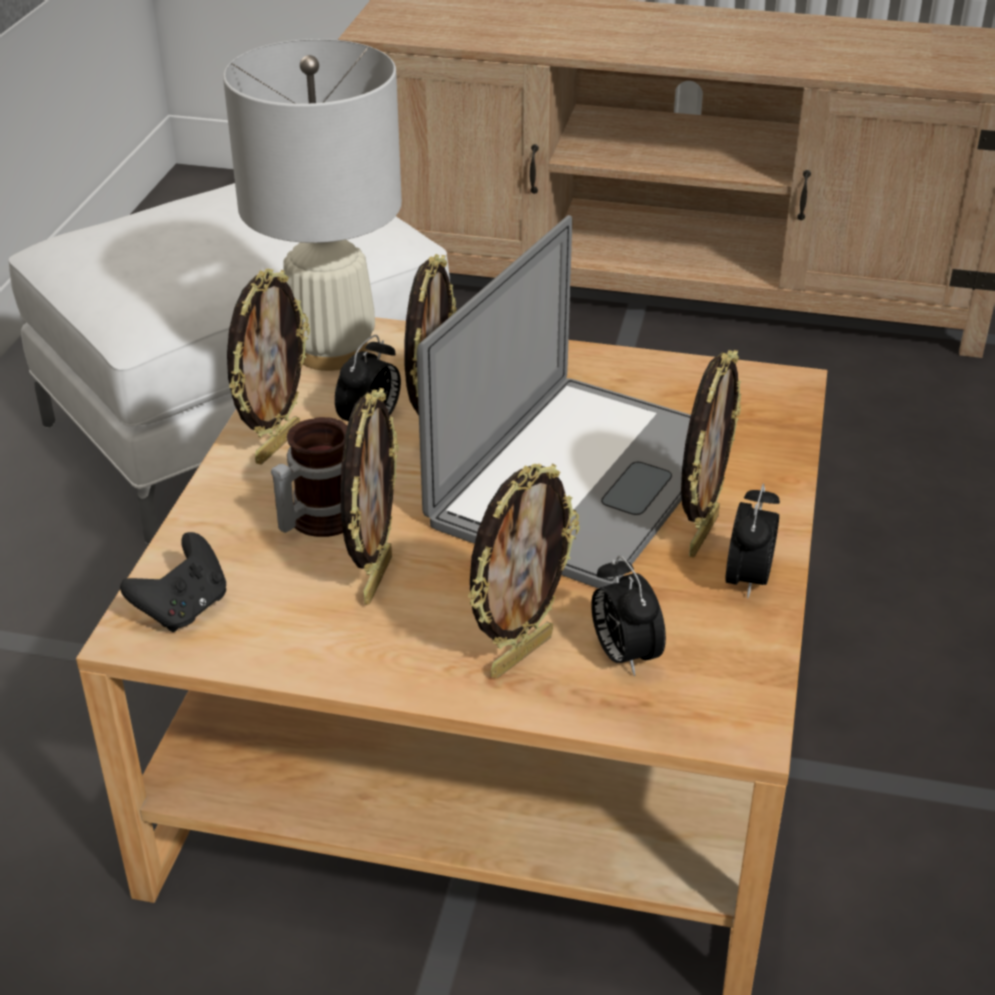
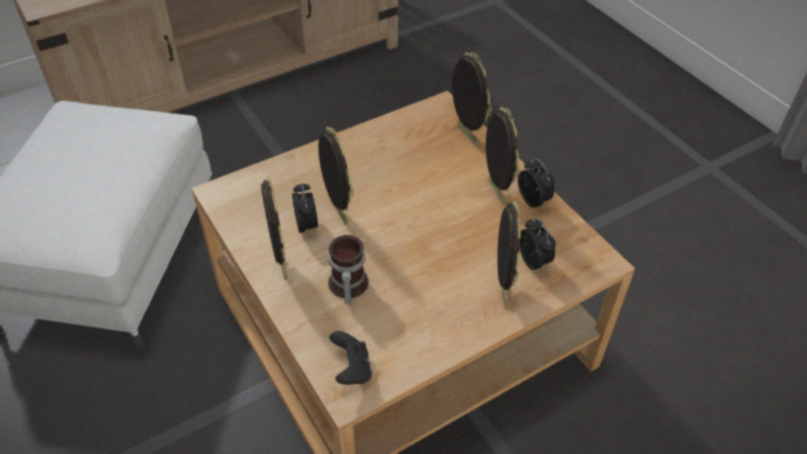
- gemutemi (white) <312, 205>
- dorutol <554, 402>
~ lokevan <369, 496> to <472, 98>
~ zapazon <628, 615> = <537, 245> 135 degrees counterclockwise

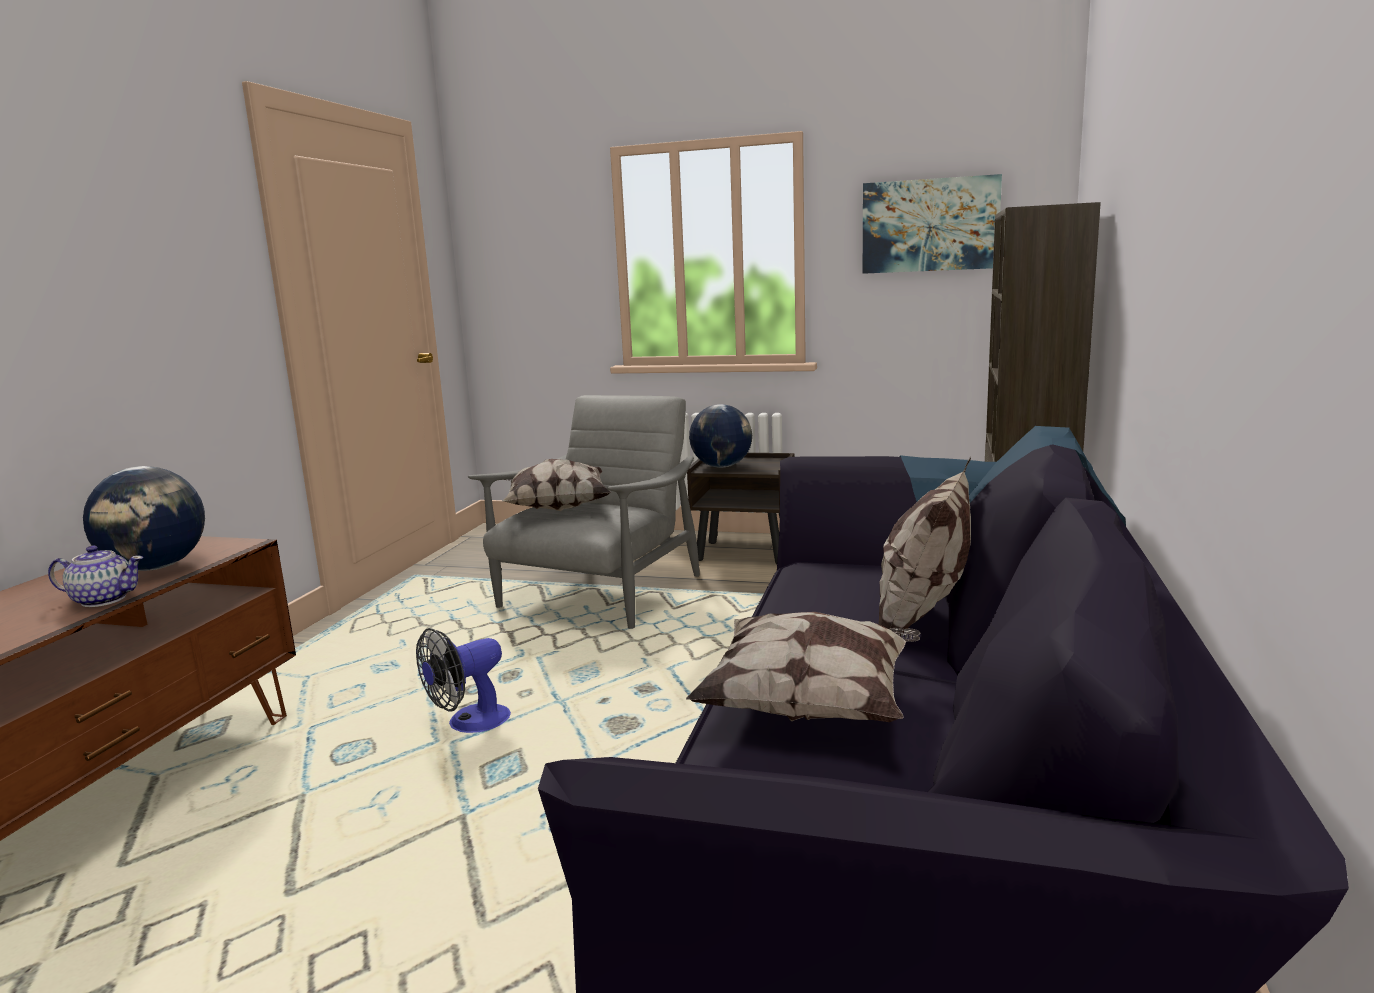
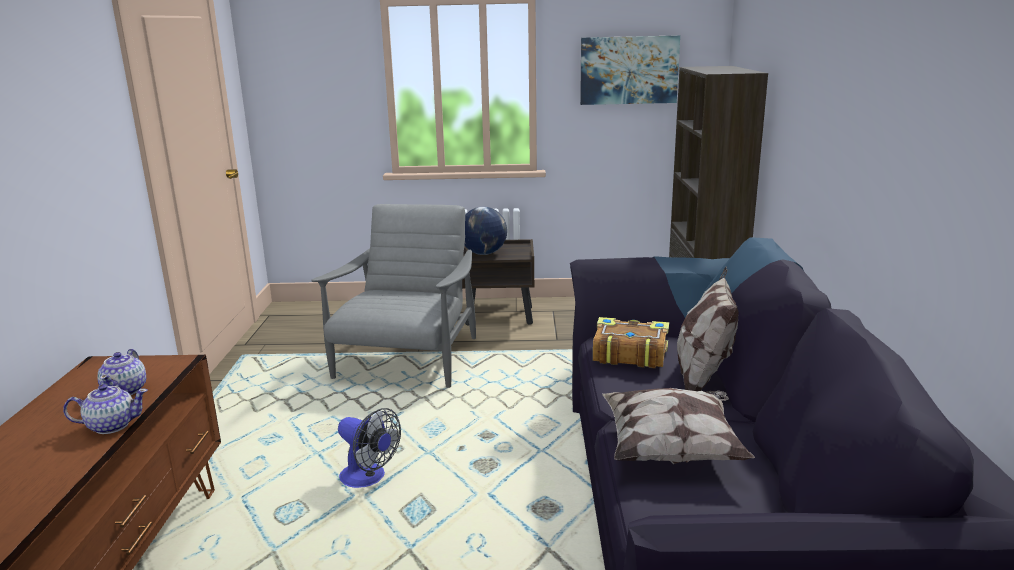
- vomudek <556, 485>
+ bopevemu <631, 342>
~ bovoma <144, 518> to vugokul <121, 372>
~ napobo <463, 680> = <369, 448> 90 degrees counterclockwise

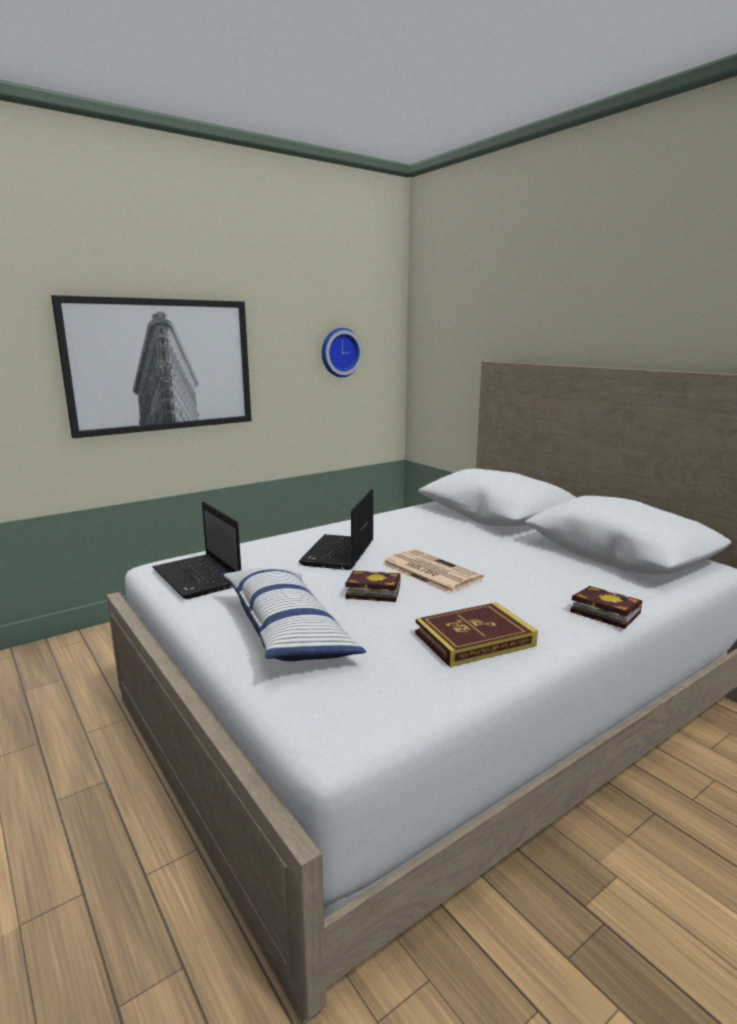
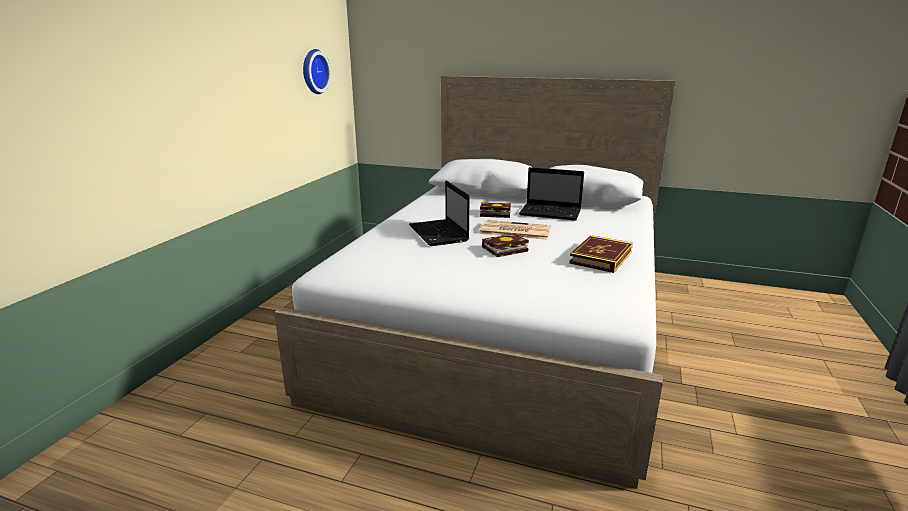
- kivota <151, 366>
- vomudek <293, 614>
~ dorutol <196, 550> to <551, 194>
~ bopevemu <606, 607> to <495, 210>

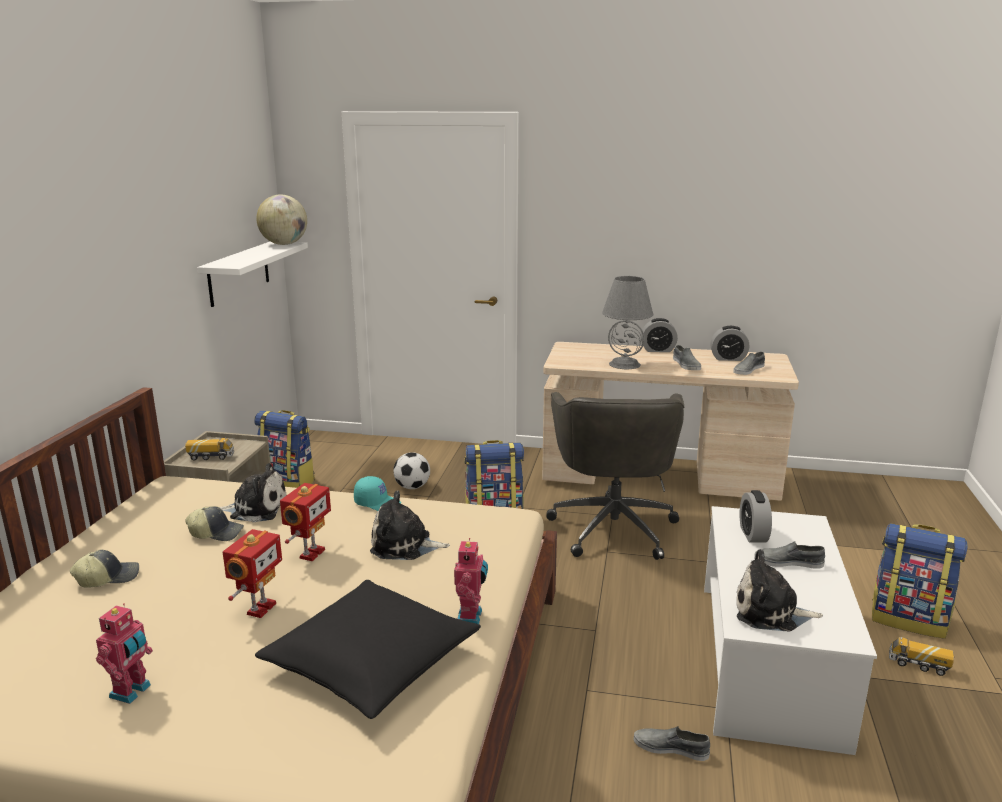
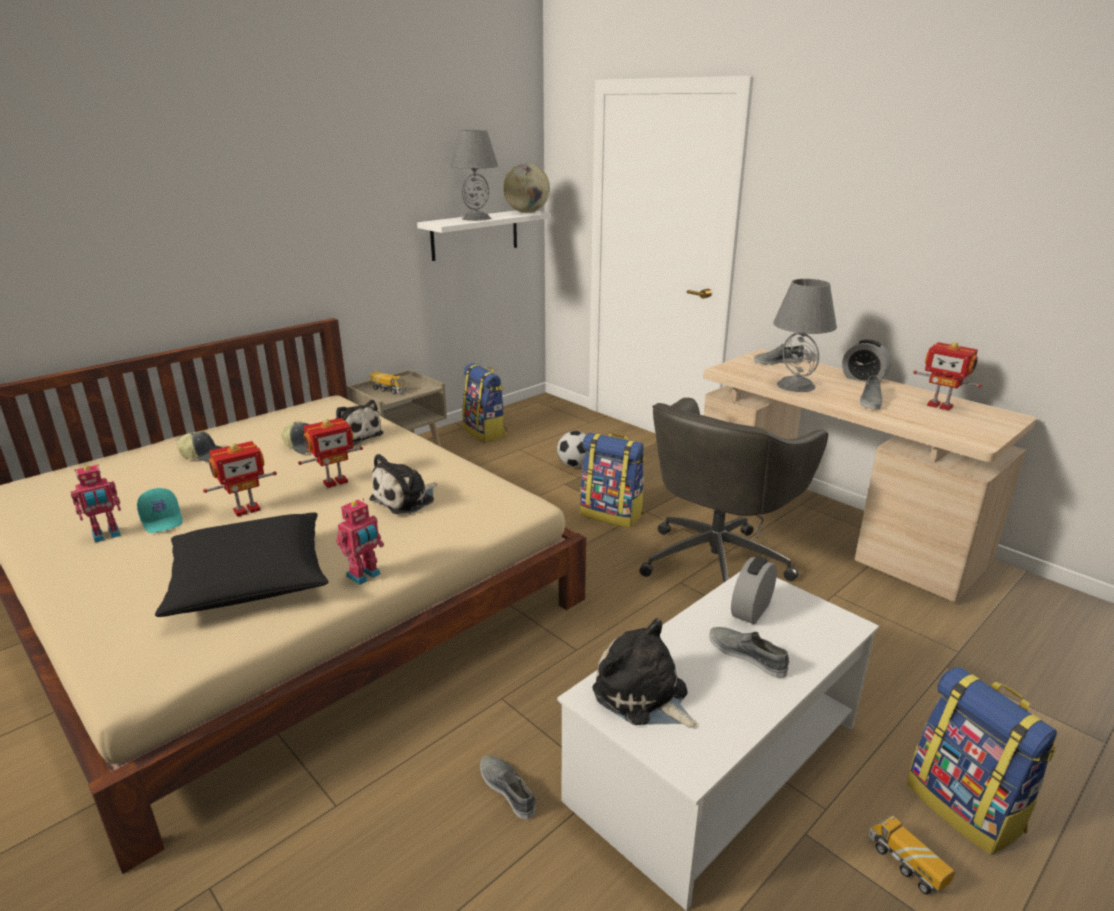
+ gemutemi (grey) <474, 175>
~ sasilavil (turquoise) <377, 493> to <160, 510>
~ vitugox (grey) <749, 363> to <779, 354>
~ zapazon <729, 343> to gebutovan <947, 376>
~ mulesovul <410, 525> = <403, 484> 90 degrees counterclockwise

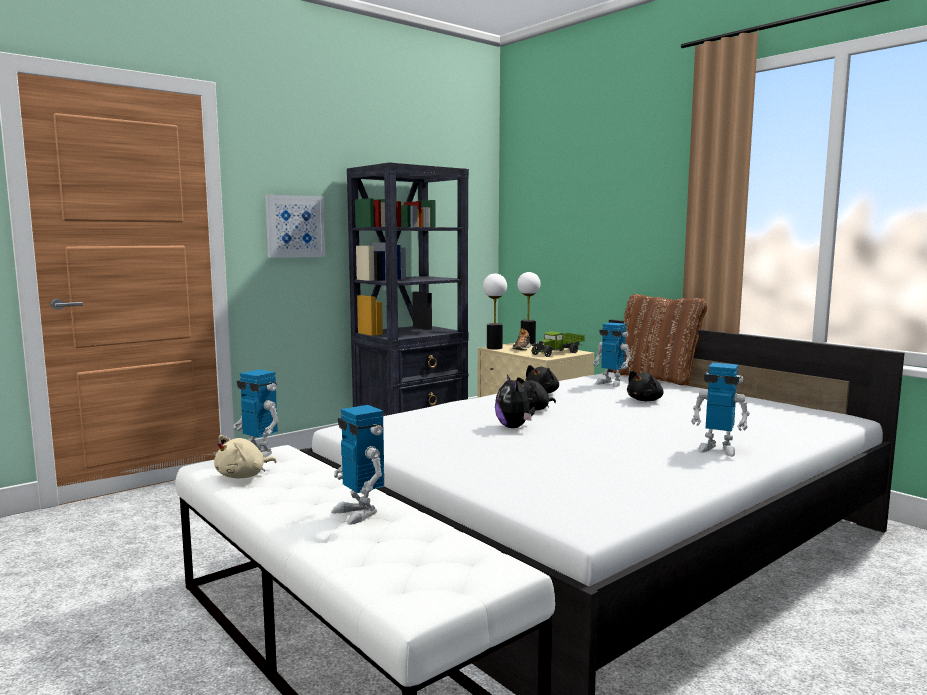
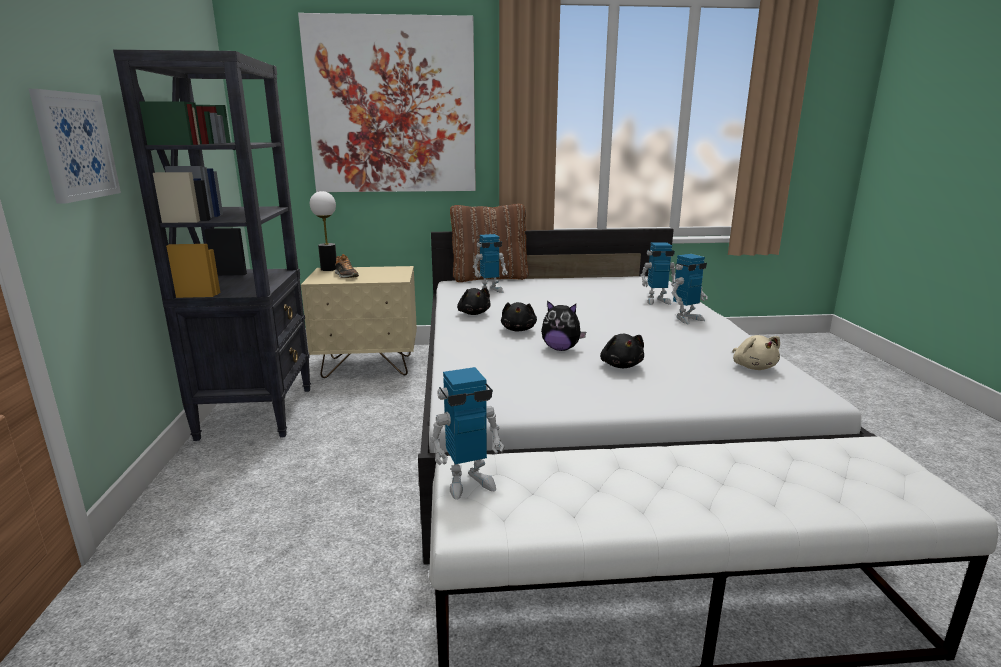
- gemutemi <495, 311>
- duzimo <558, 344>
+ kivota <387, 102>
~ mulesovul (beige) <245, 456> to <756, 352>
~ gebutovan <357, 465> to <658, 273>
~ mulesovul (black) <645, 385> to <622, 351>

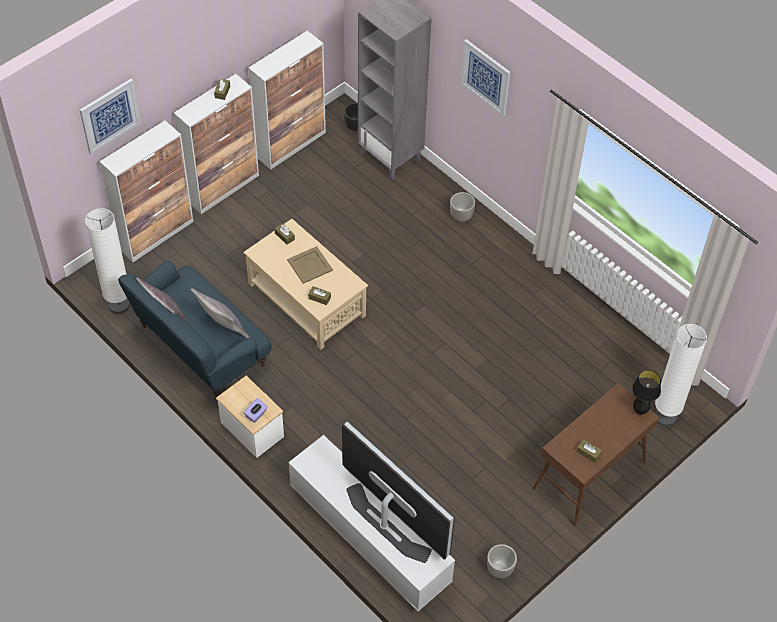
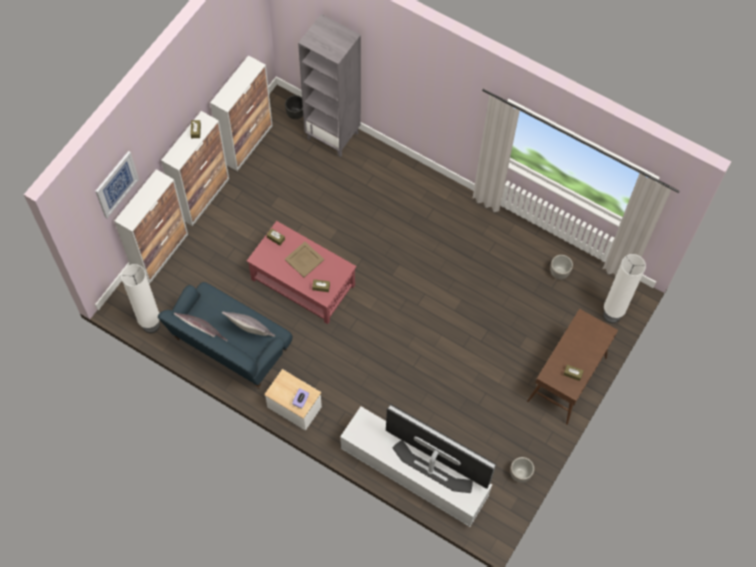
- kivota <485, 77>
- gemutemi (black) <646, 392>
~ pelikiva <462, 207> to <561, 267>
~ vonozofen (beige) <306, 284> to vonozofen (red) <302, 272>

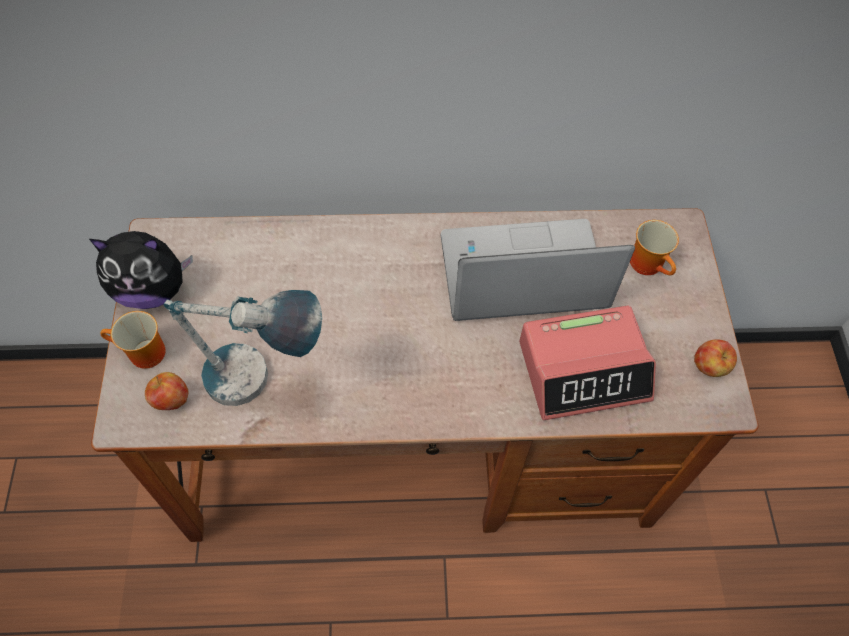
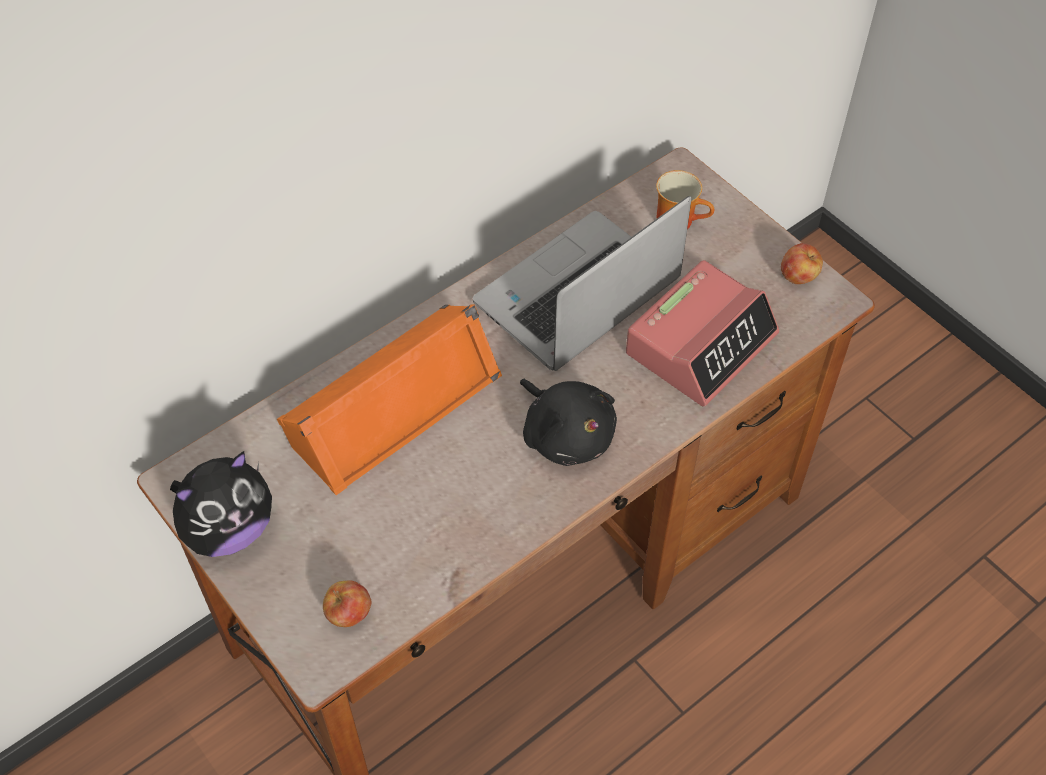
- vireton <133, 340>
- gemutemi <242, 348>
+ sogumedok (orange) <389, 400>
+ mulesovul (black) <568, 422>

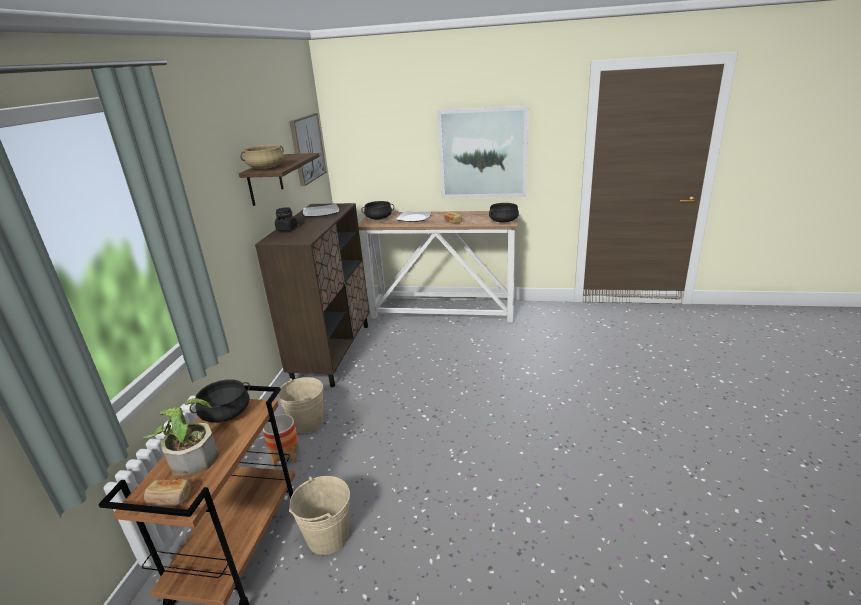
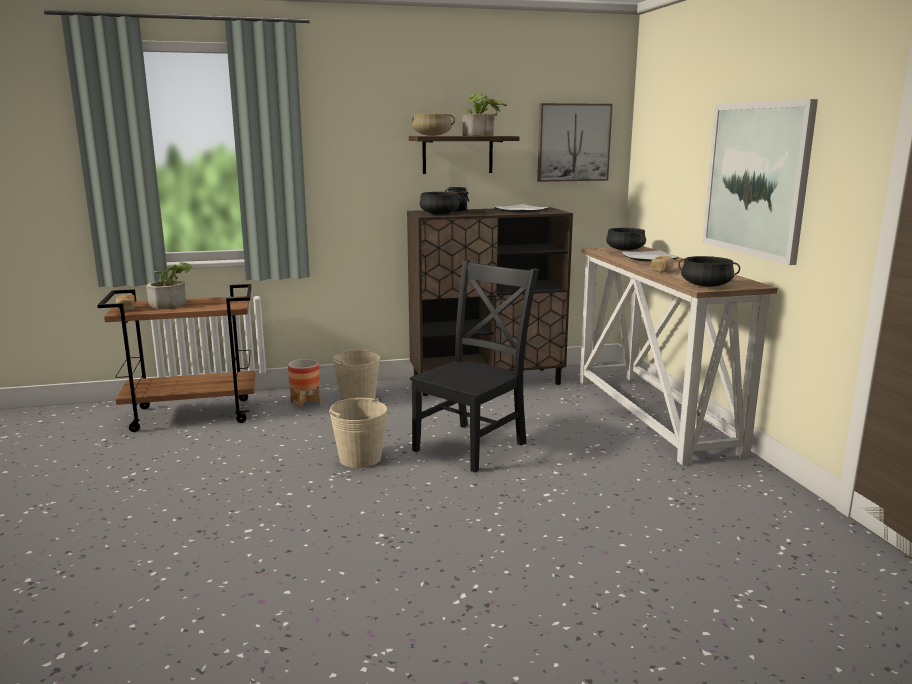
+ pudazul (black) <474, 366>
+ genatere <484, 115>
~ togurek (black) <219, 401> to <441, 203>
~ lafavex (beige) <319, 515> to <358, 433>

